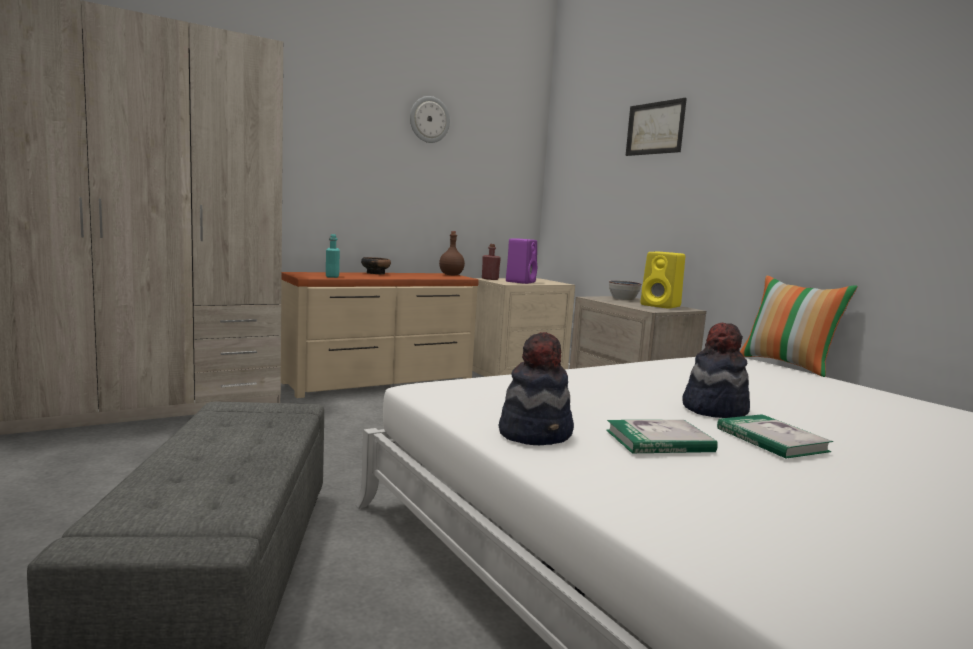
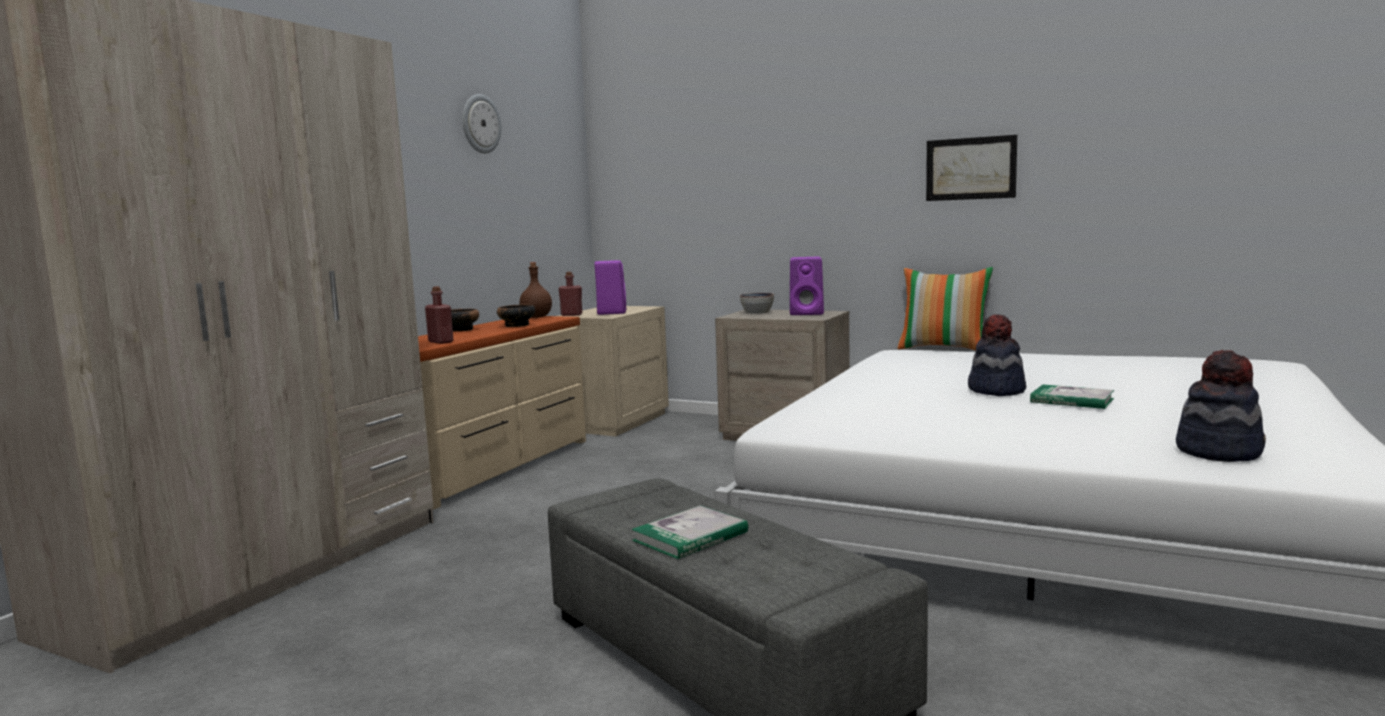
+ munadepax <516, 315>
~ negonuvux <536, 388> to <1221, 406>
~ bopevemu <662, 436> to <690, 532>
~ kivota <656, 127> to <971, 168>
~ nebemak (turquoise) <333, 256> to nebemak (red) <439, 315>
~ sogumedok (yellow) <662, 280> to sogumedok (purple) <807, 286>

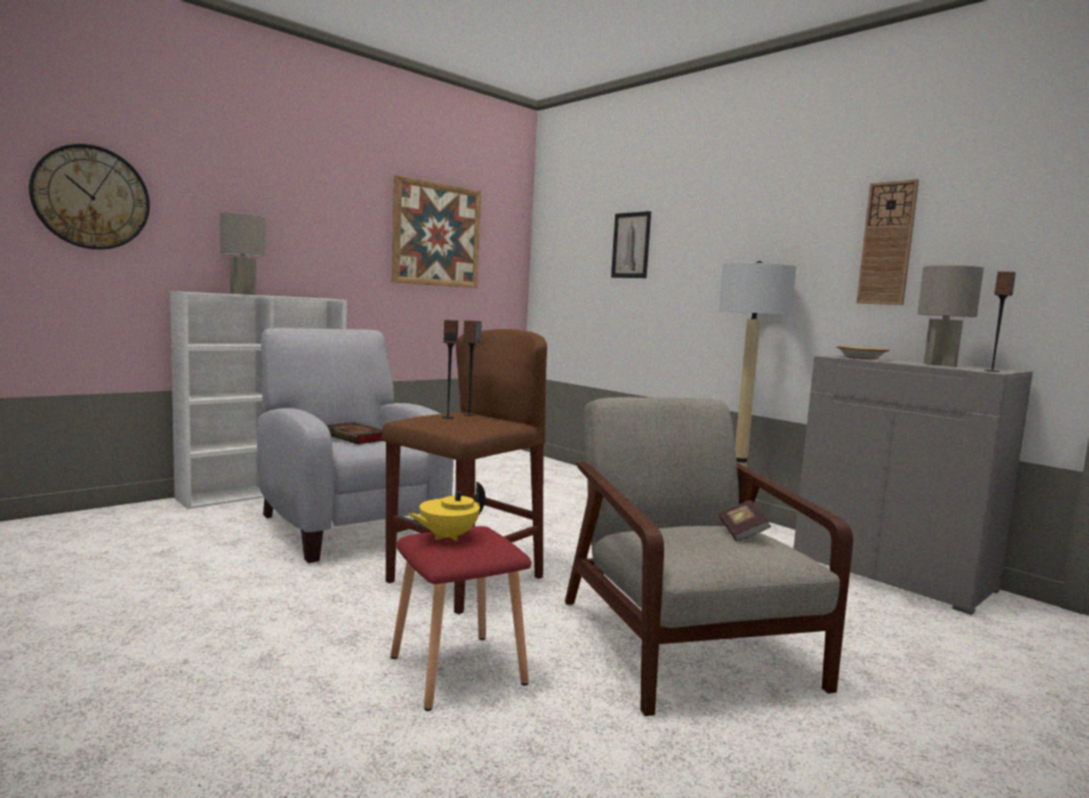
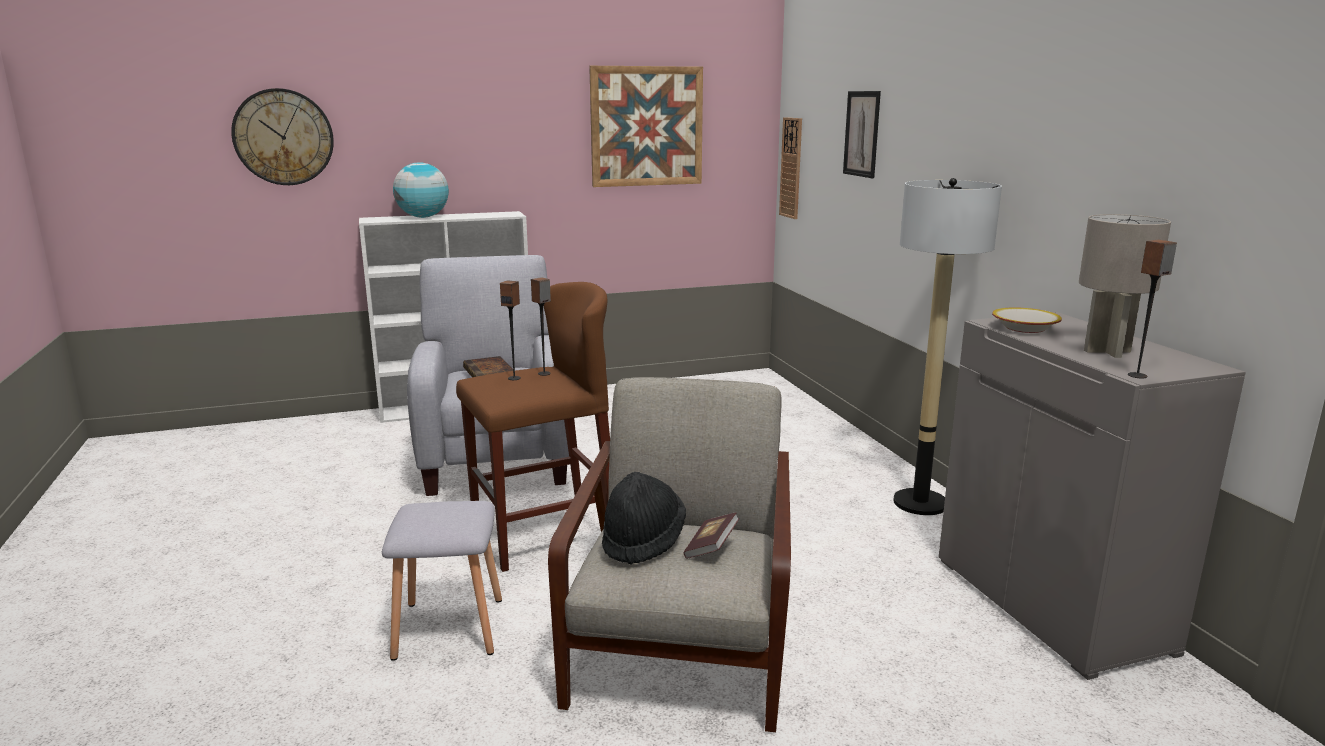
- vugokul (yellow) <446, 511>
+ negonuvux (black) <644, 518>
~ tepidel <887, 242> to <790, 168>
~ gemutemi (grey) <242, 254> to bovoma <421, 190>
~ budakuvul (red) <461, 618> to budakuvul (grey) <442, 581>

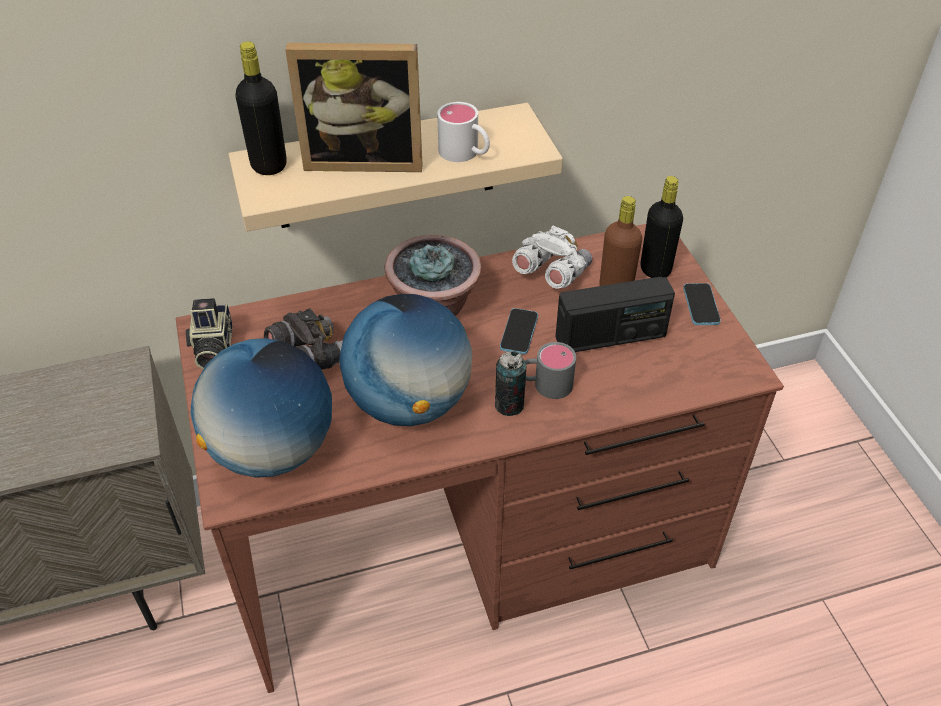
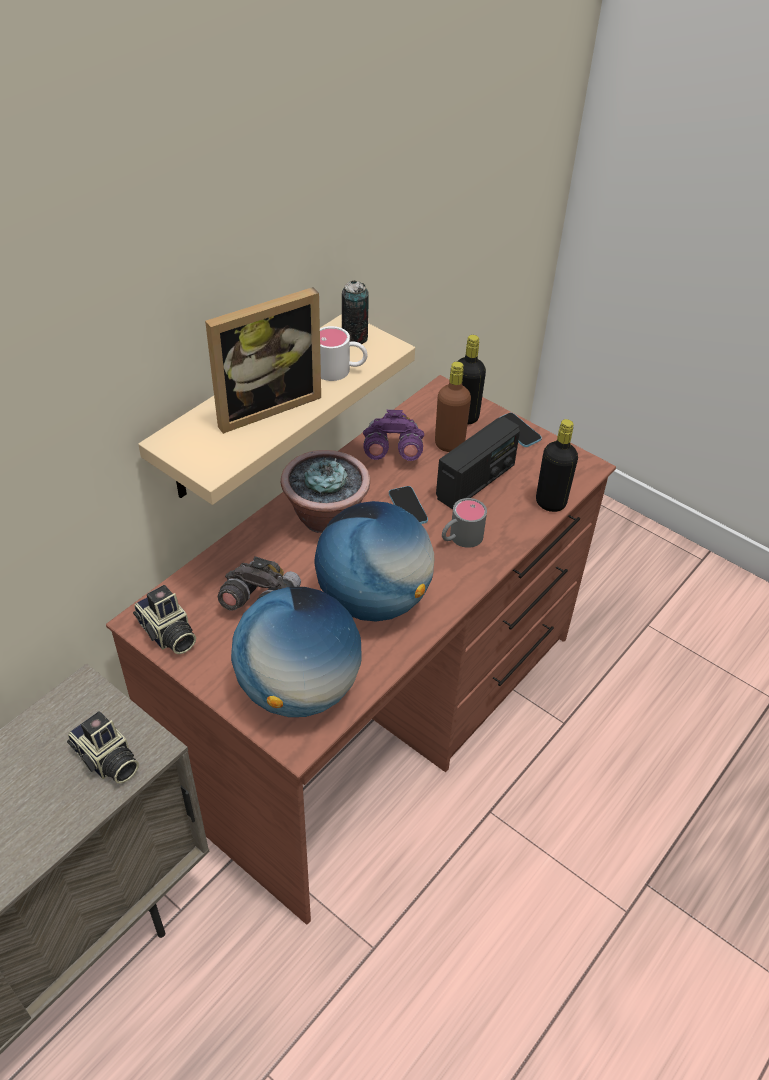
+ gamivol <103, 747>
~ nebemak (black) <260, 108> to <557, 465>
~ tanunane <510, 383> to <355, 312>
~ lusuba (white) <552, 257> to lusuba (purple) <393, 435>

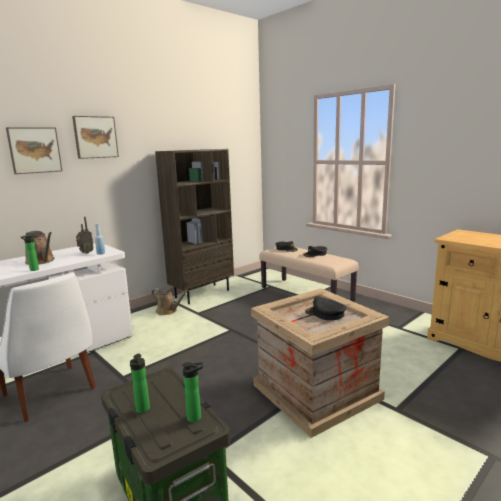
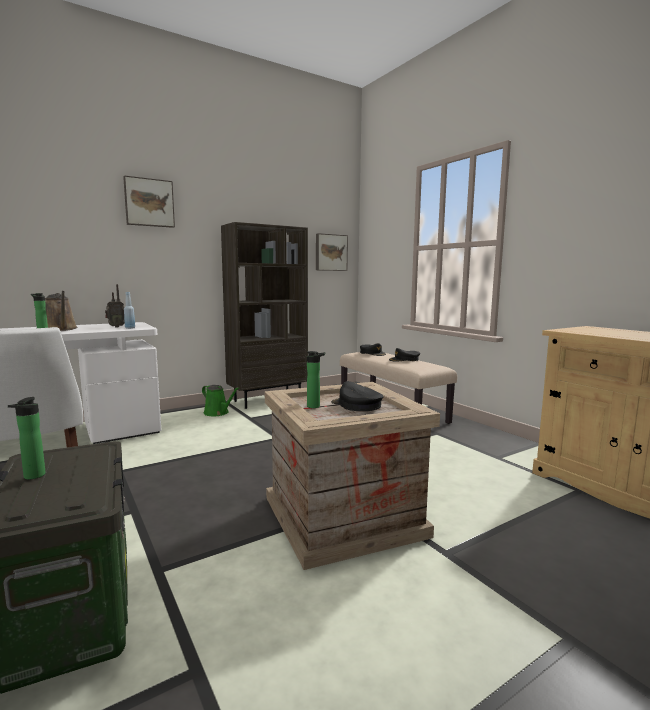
~ kivota <34, 150> to <332, 252>
~ nebemak <192, 392> to <316, 379>
~ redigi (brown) <170, 301> to redigi (green) <220, 400>

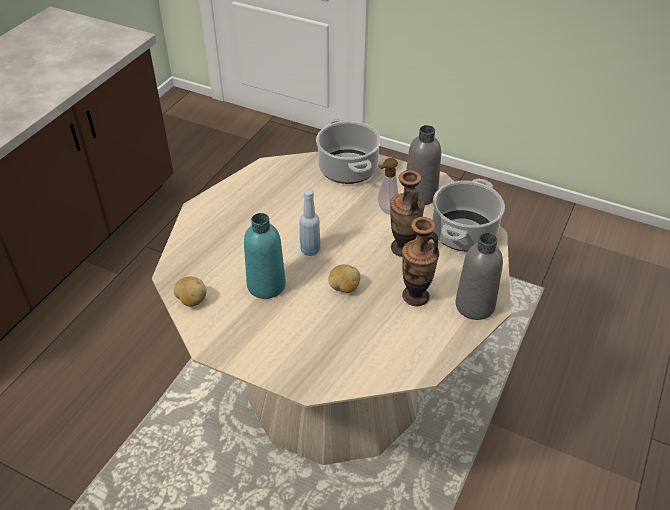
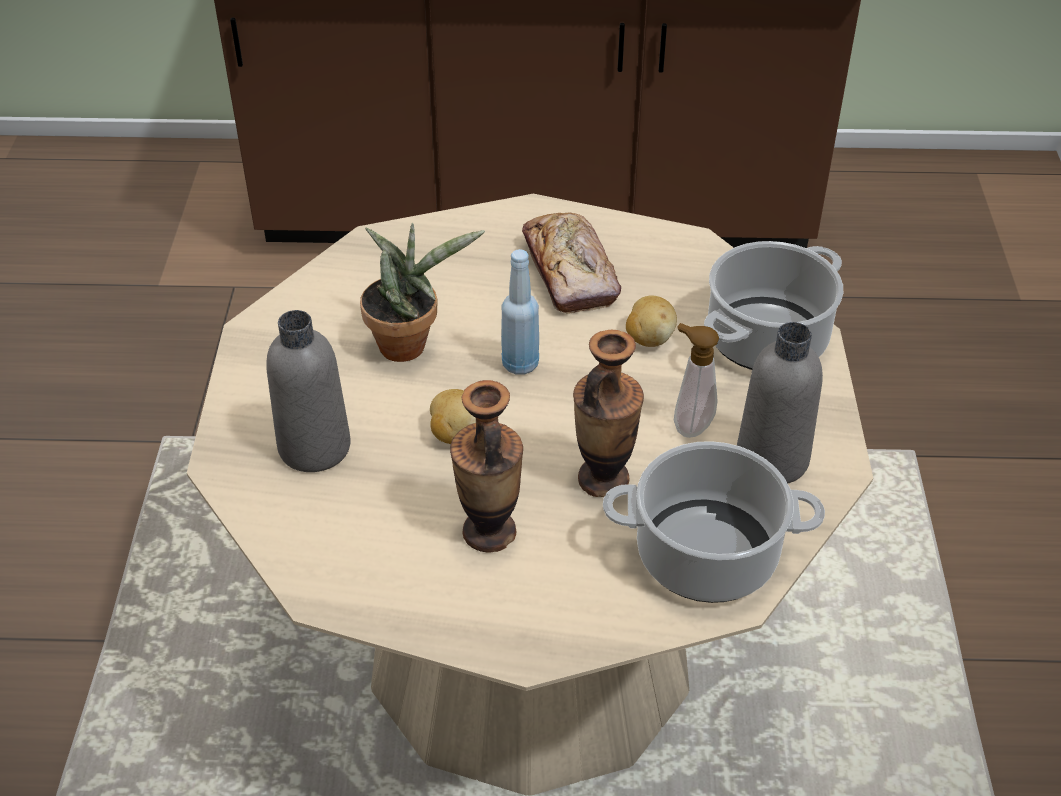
+ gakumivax <571, 263>
~ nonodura <190, 292> to <651, 321>
~ nebemak (grey) <479, 276> to <308, 391>
~ nebemak (turquoise) <265, 256> to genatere <422, 292>

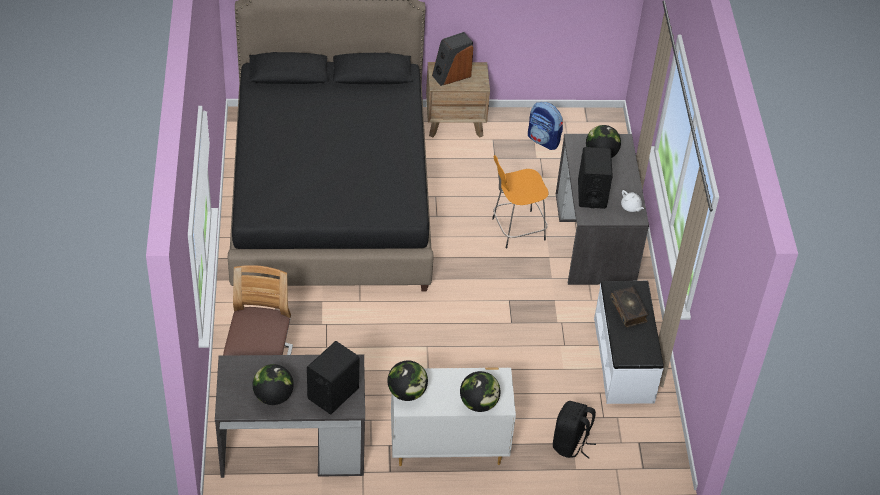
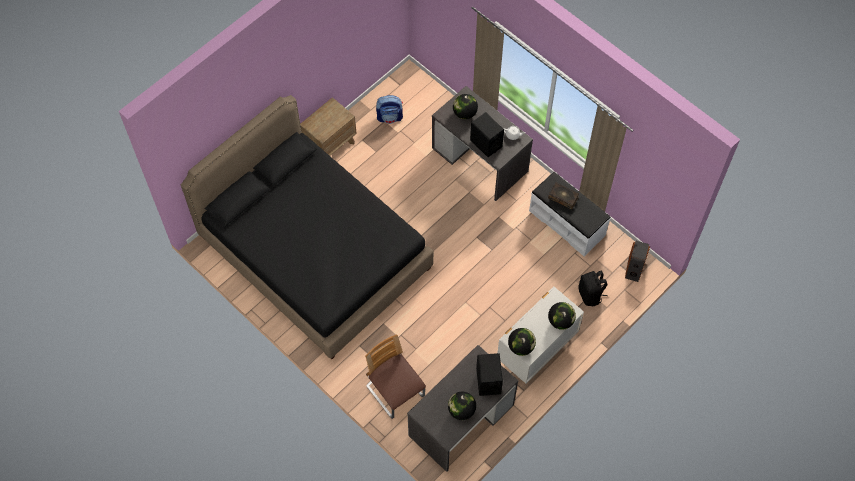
- budakuvul (orange) <520, 201>
~ sogumedok <452, 59> to <637, 261>

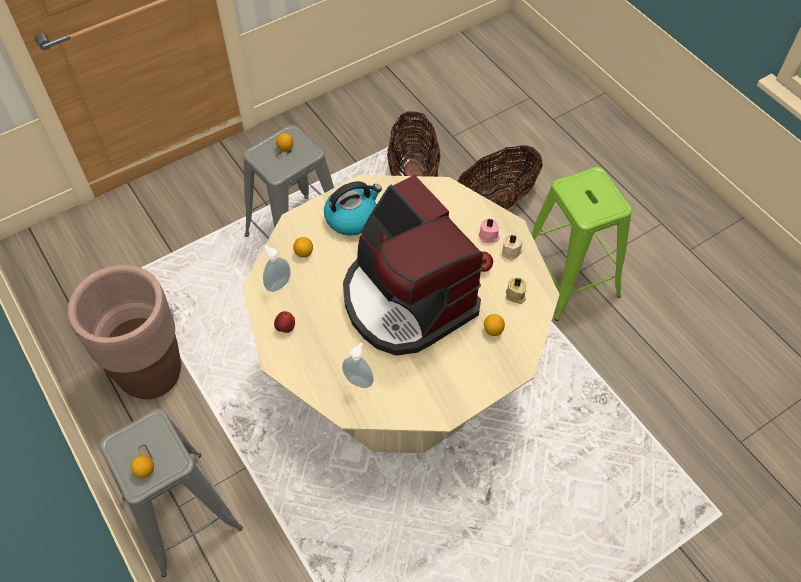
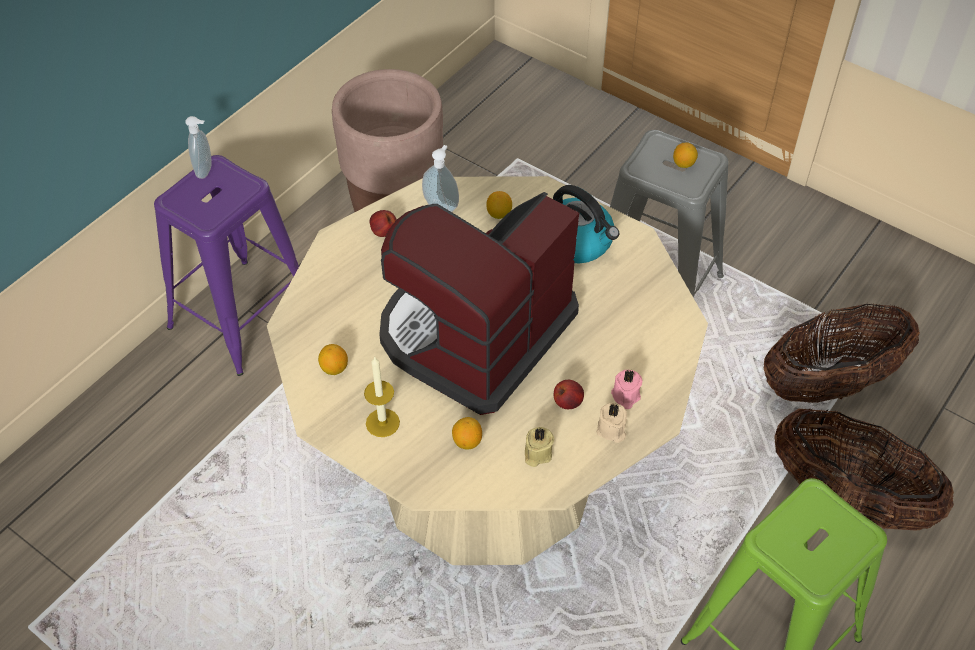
+ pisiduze <382, 396>
~ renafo <142, 466> to <333, 359>
~ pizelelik <358, 365> to <198, 147>
~ budakuvul (grey) <171, 493> to budakuvul (purple) <226, 265>

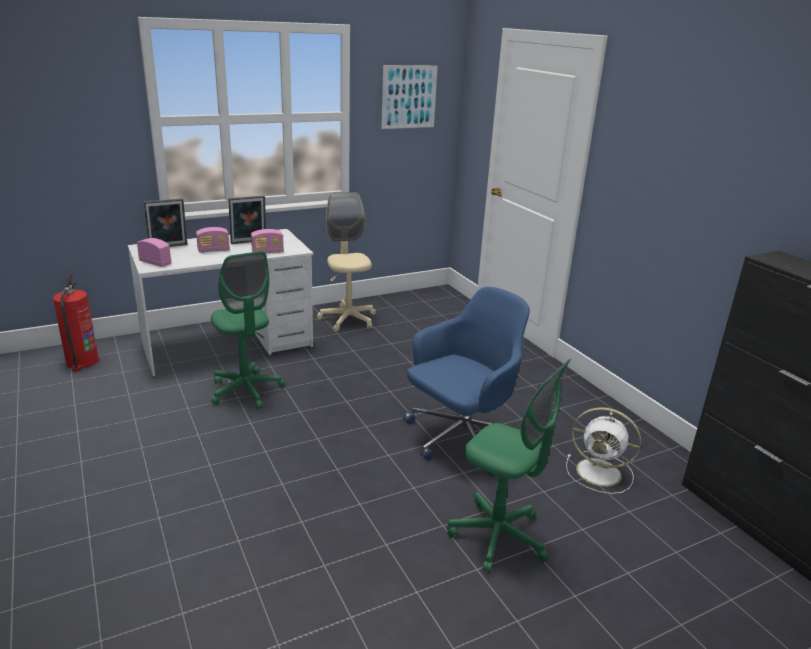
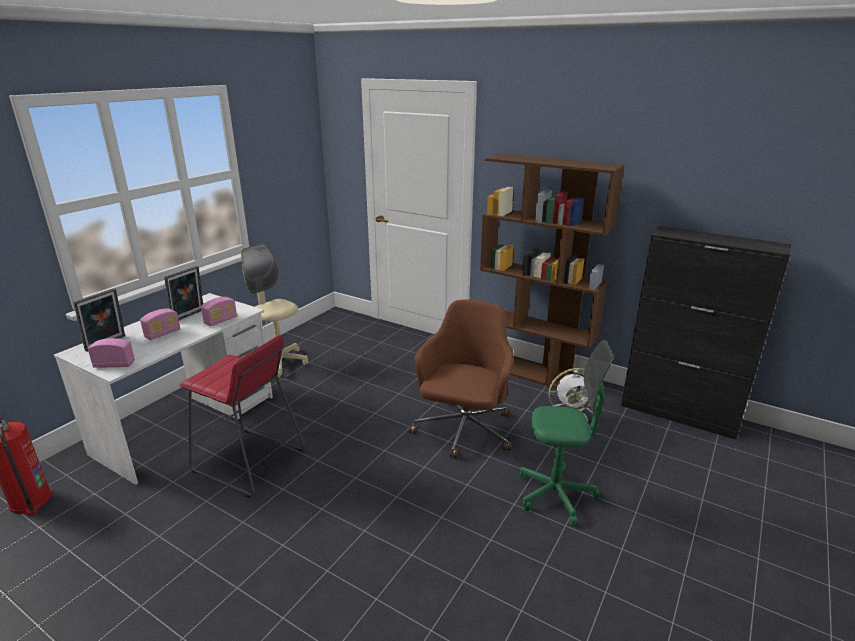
- kivota <409, 97>
+ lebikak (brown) <552, 271>
~ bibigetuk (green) <248, 330> to budakuvul (red) <242, 416>
~ bibigetuk (blue) <466, 381> to bibigetuk (brown) <461, 378>

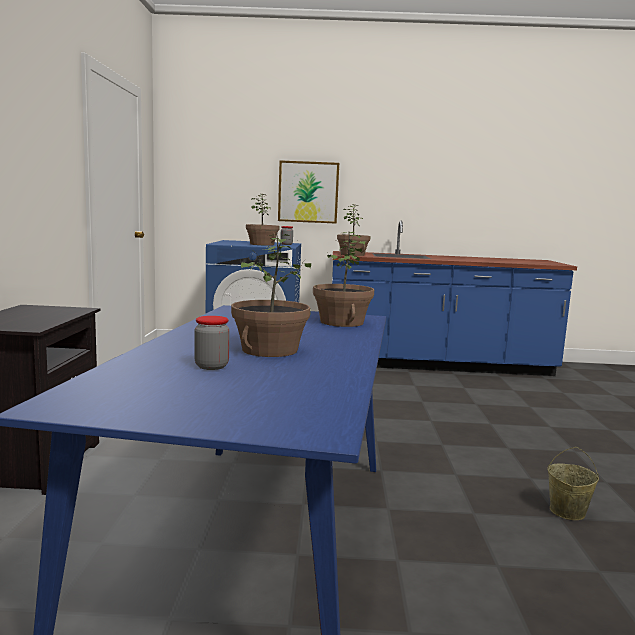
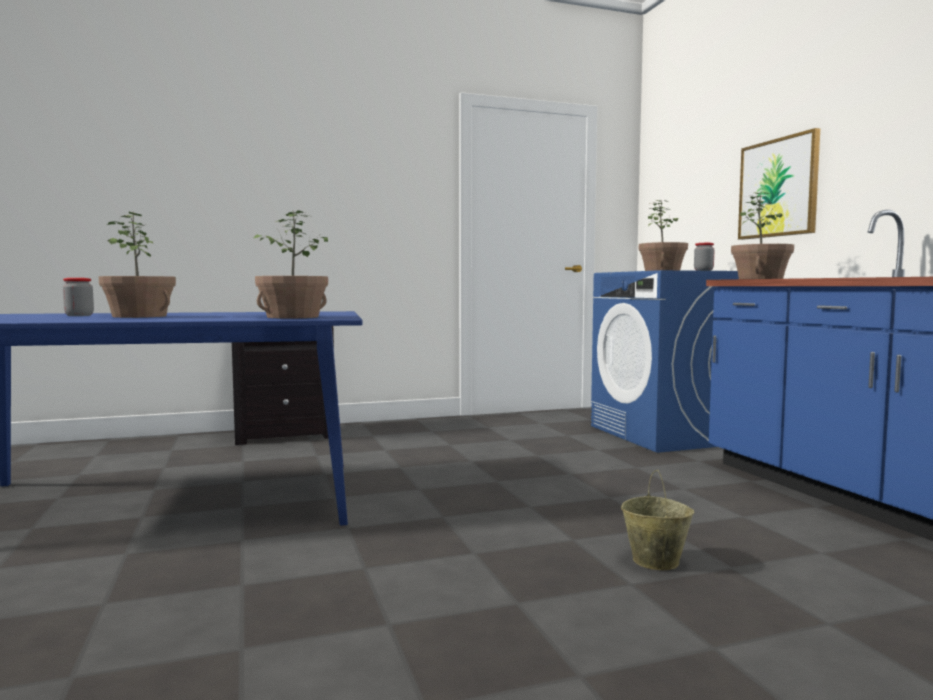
~ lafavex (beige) <573, 483> to <657, 519>

